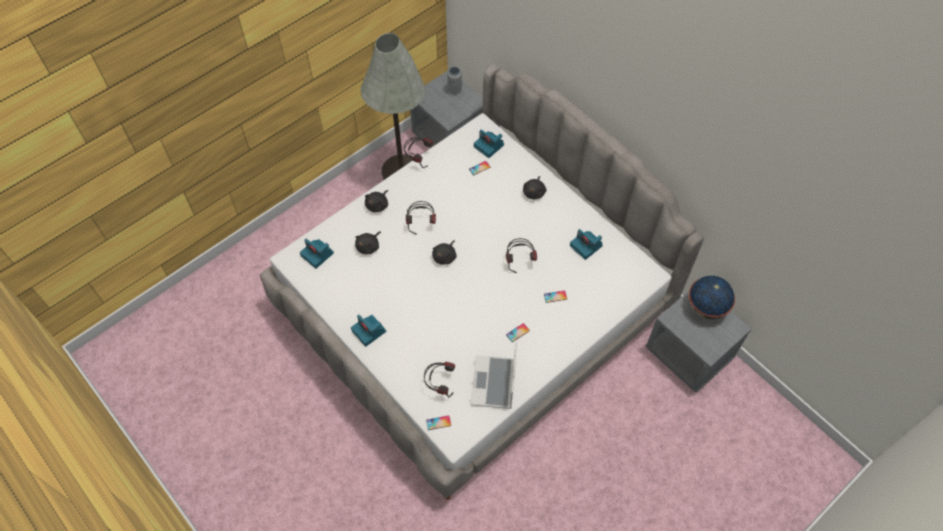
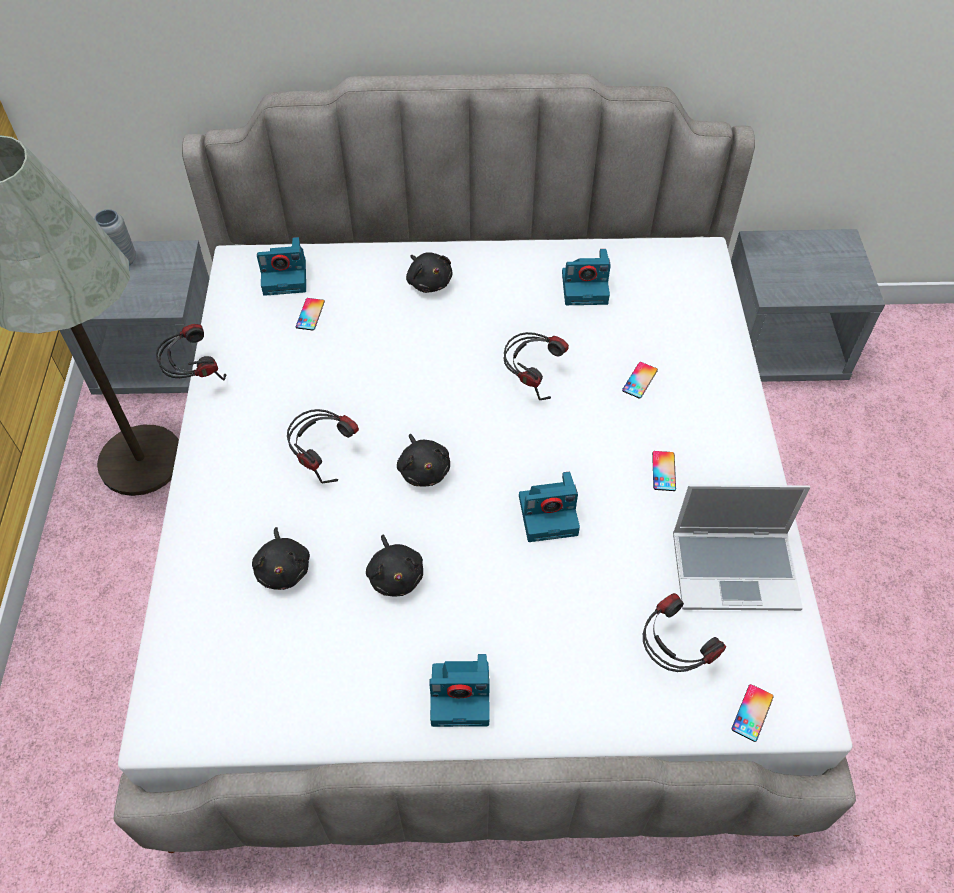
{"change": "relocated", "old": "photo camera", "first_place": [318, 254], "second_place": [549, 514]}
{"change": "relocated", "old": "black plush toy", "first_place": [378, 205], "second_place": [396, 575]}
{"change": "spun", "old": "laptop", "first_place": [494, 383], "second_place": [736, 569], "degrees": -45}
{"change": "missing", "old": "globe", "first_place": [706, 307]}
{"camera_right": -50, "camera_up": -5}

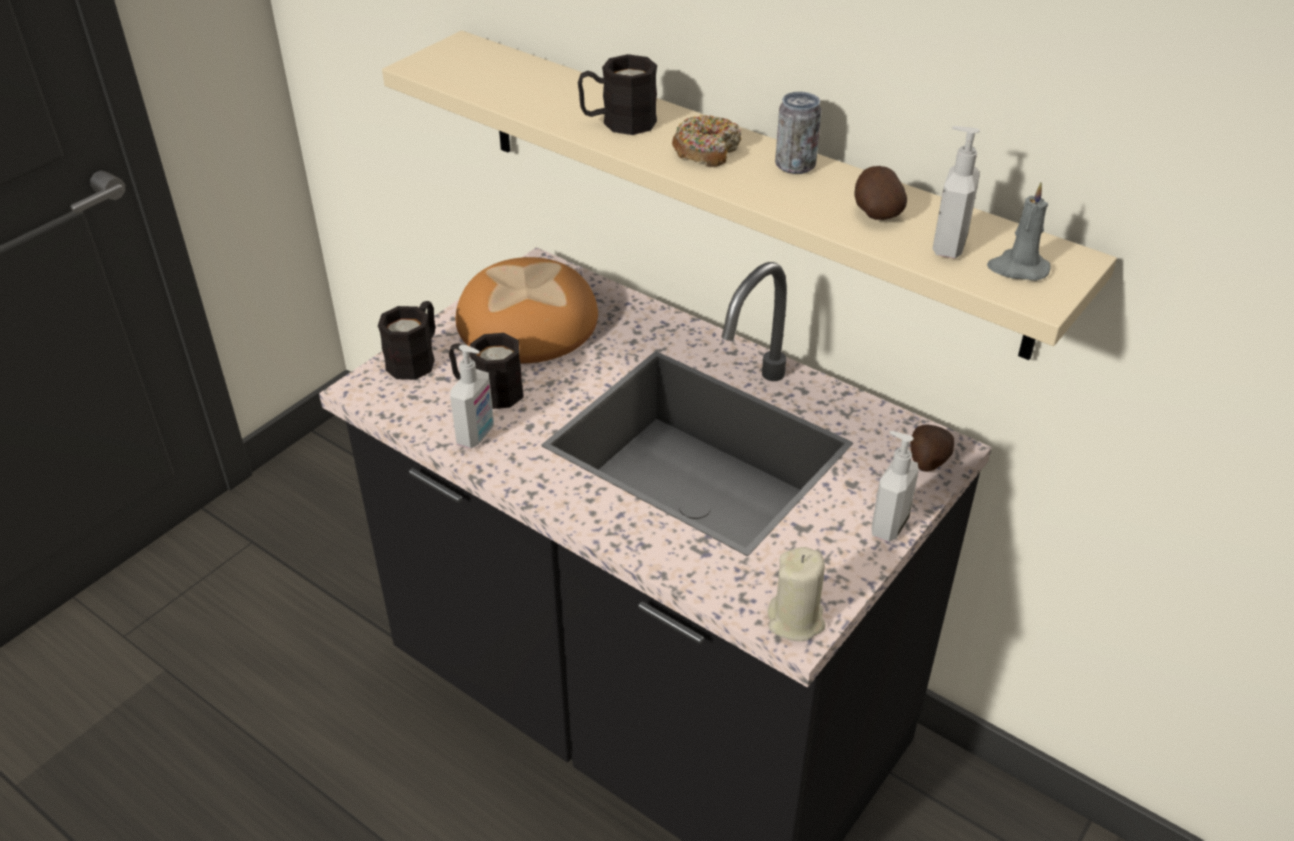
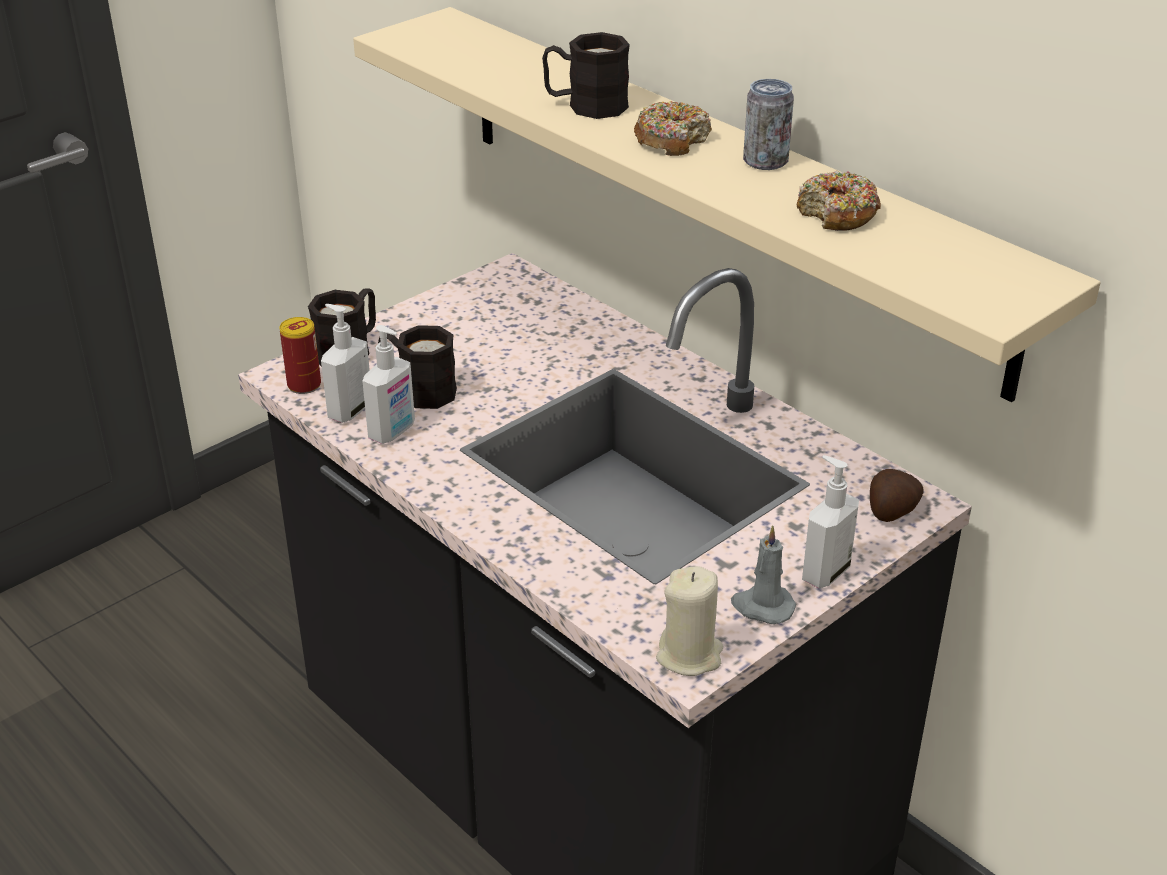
{"change": "missing", "old": "bread", "first_place": [526, 321]}
{"change": "exchanged", "old": "potato", "new": "donut", "first_place": [875, 212], "second_place": [837, 214]}
{"change": "relocated", "old": "soap dispenser", "first_place": [947, 246], "second_place": [349, 410]}
{"change": "relocated", "old": "grey candle", "first_place": [1017, 268], "second_place": [762, 606]}
{"change": "appeared", "new": "can", "second_place": [304, 385]}
{"camera_right": 10, "camera_up": -5}

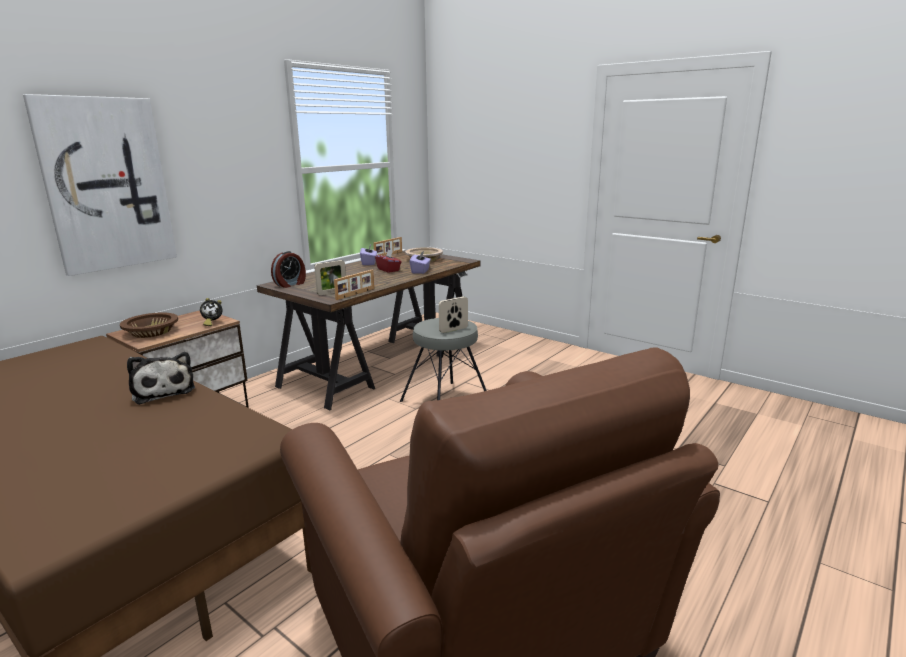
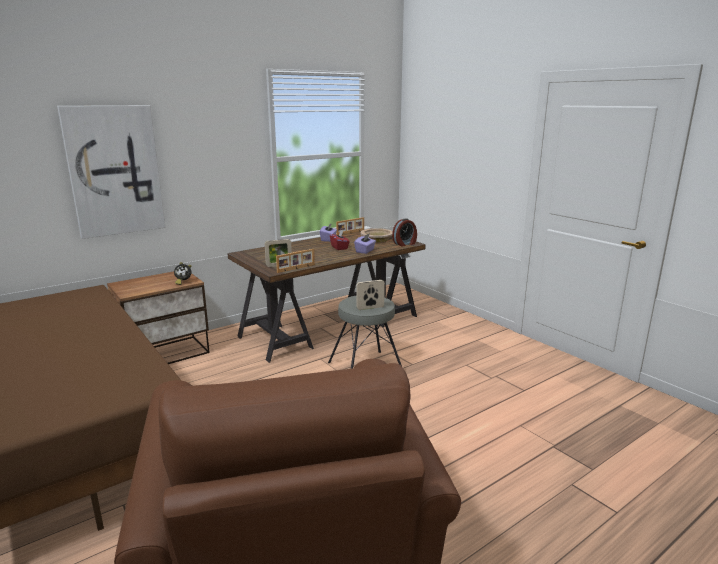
{"change": "missing", "old": "brown bowl", "first_place": [151, 331]}
{"change": "missing", "old": "plush toy", "first_place": [163, 390]}
{"change": "relocated", "old": "alarm clock", "first_place": [290, 284], "second_place": [405, 244]}
{"camera_right": 15, "camera_up": 0}

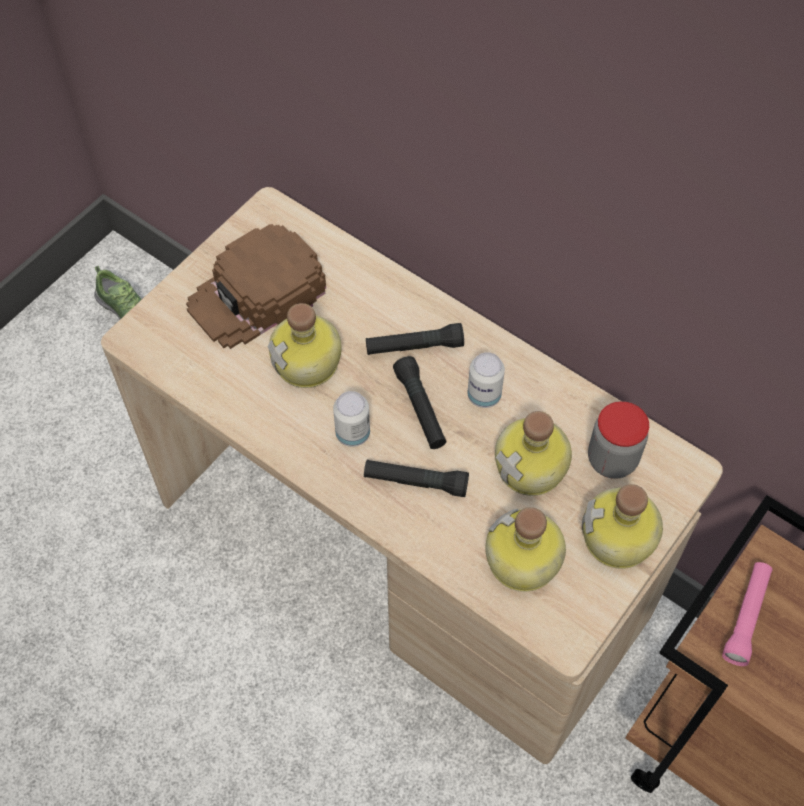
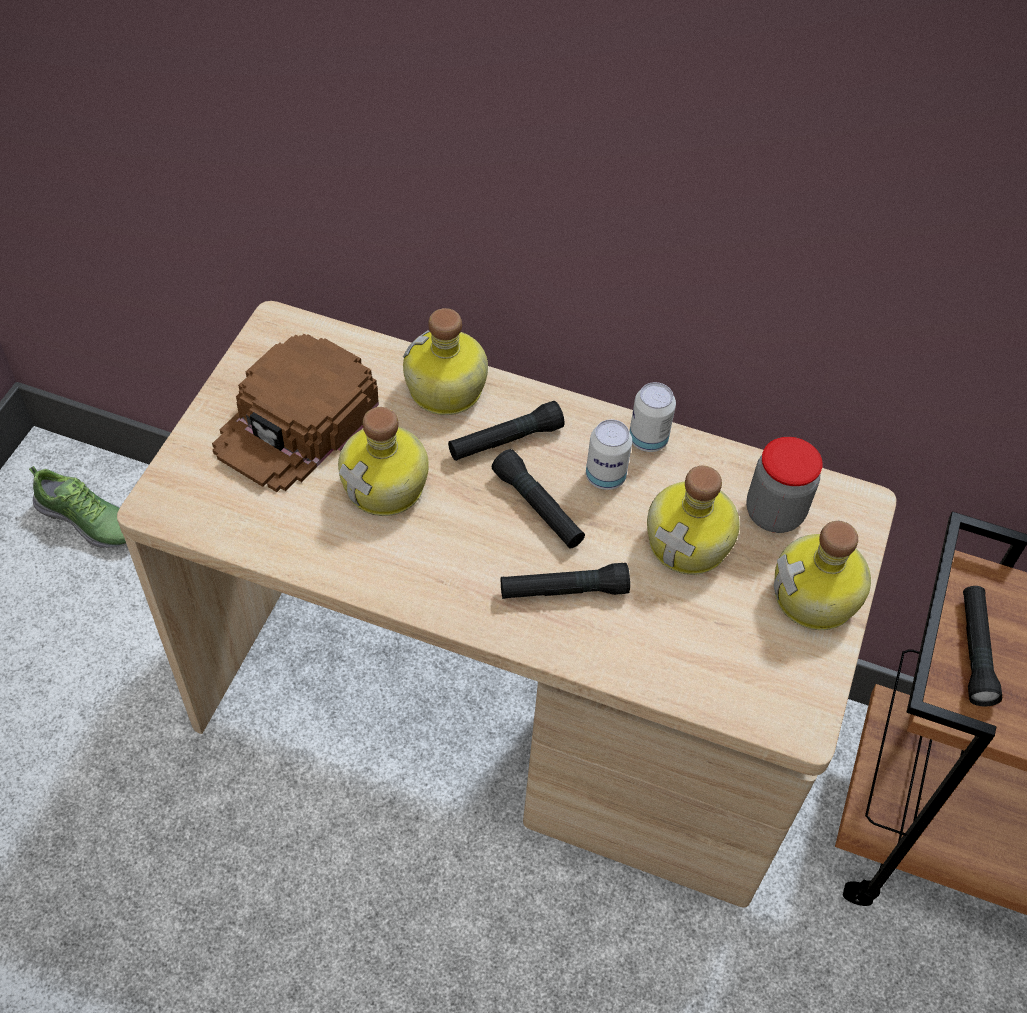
{"change": "relocated", "old": "can", "first_place": [353, 434], "second_place": [648, 440]}
{"change": "relocated", "old": "bottle", "first_place": [522, 563], "second_place": [446, 391]}
{"change": "colour", "old": "pink flashlight", "new": "black flashlight", "first_place": [746, 617], "second_place": [974, 651]}
{"camera_right": -20, "camera_up": -5}

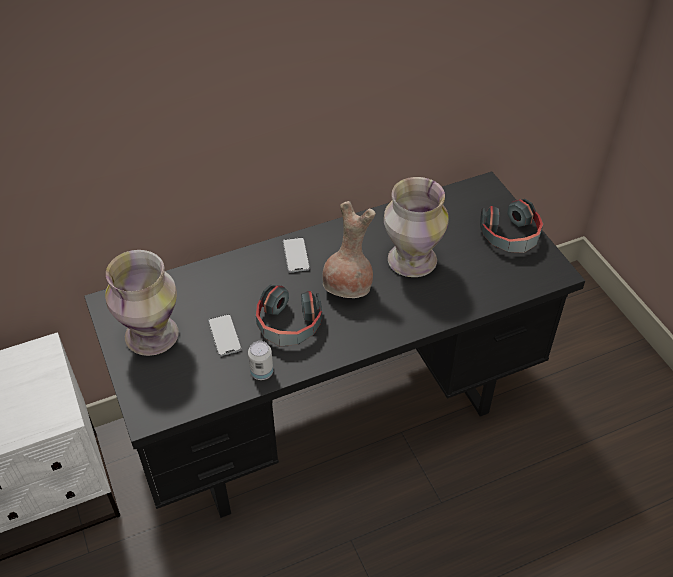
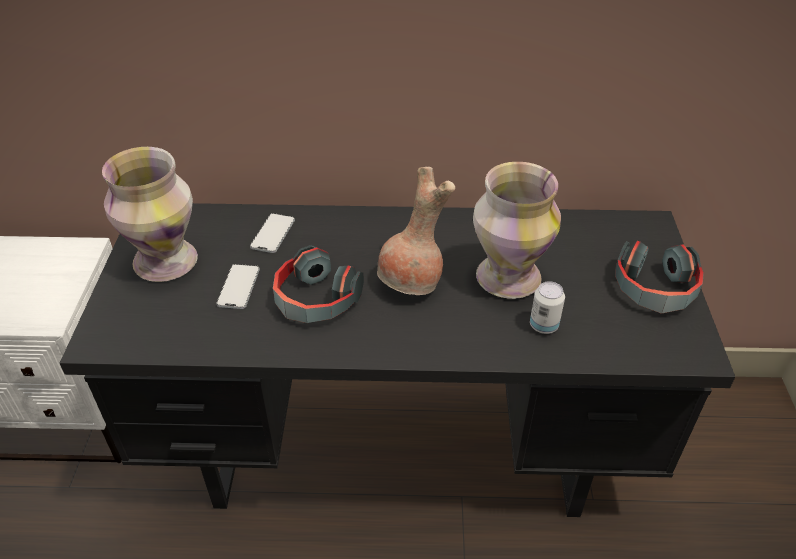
{"change": "relocated", "old": "can", "first_place": [262, 372], "second_place": [543, 326]}
{"change": "relocated", "old": "phone", "first_place": [296, 255], "second_place": [273, 234]}
{"camera_right": 25, "camera_up": -5}

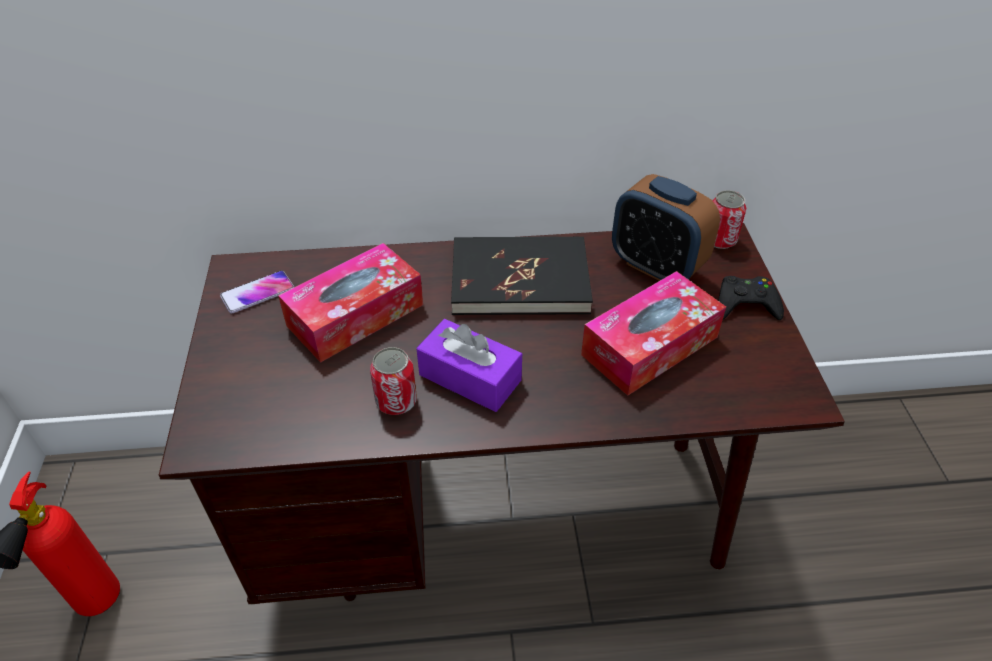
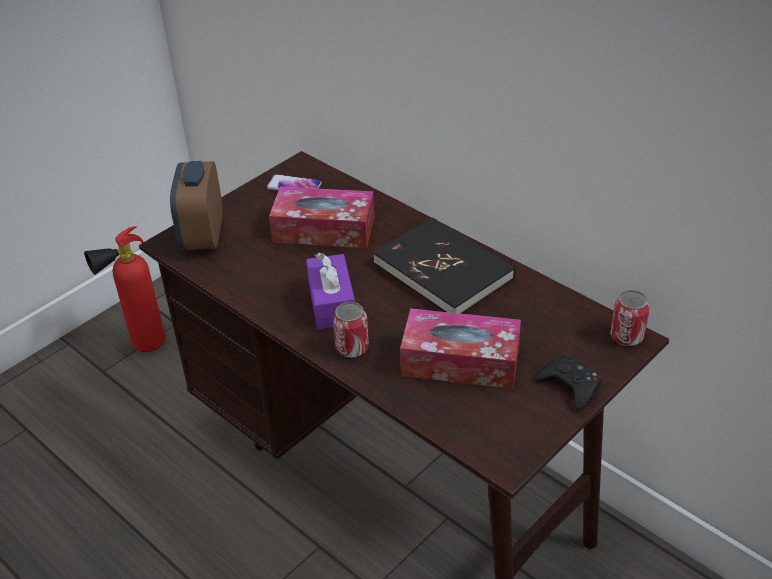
{"change": "relocated", "old": "can", "first_place": [396, 401], "second_place": [352, 348]}
{"change": "relocated", "old": "alarm clock", "first_place": [656, 266], "second_place": [203, 236]}
{"camera_right": 50, "camera_up": -5}

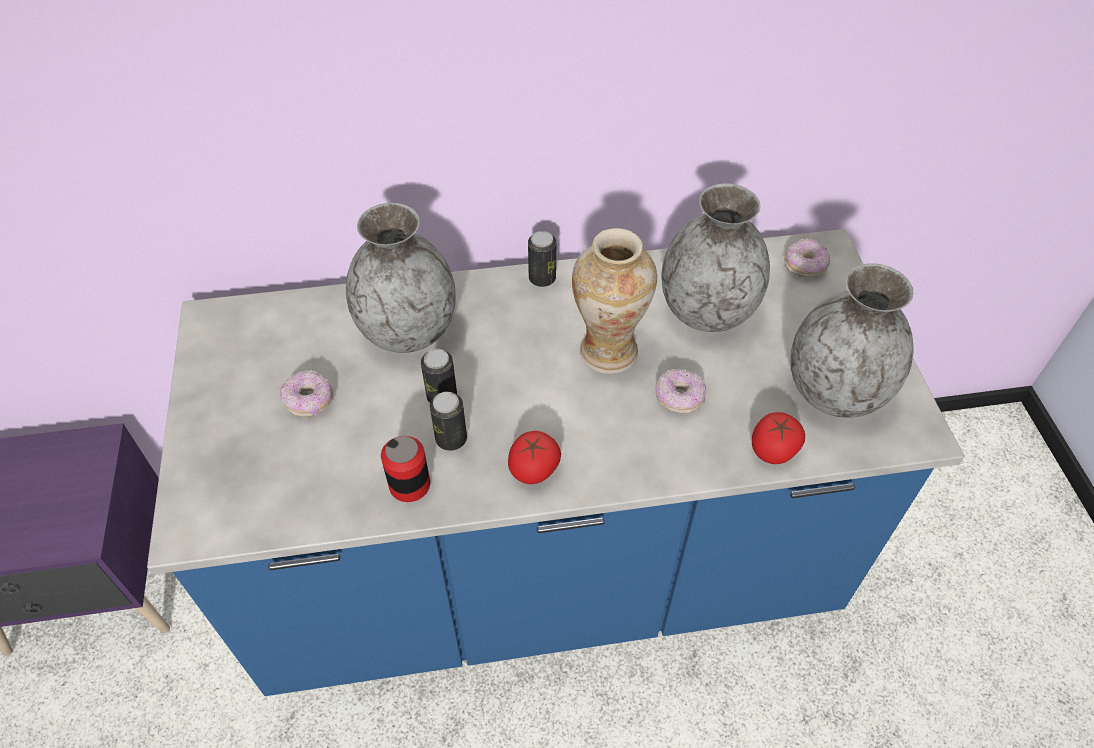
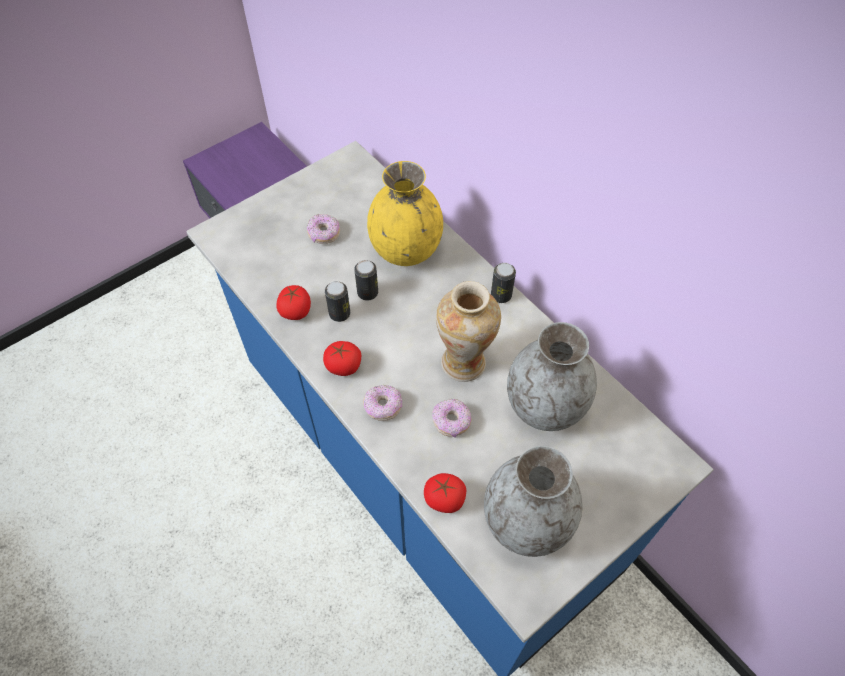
{"change": "colour", "old": "grey vase", "new": "yellow vase", "first_place": [408, 330], "second_place": [406, 250]}
{"change": "exchanged", "old": "can", "new": "tomato", "first_place": [409, 485], "second_place": [295, 311]}
{"change": "relocated", "old": "donut", "first_place": [805, 266], "second_place": [383, 407]}
{"camera_right": 60, "camera_up": 5}

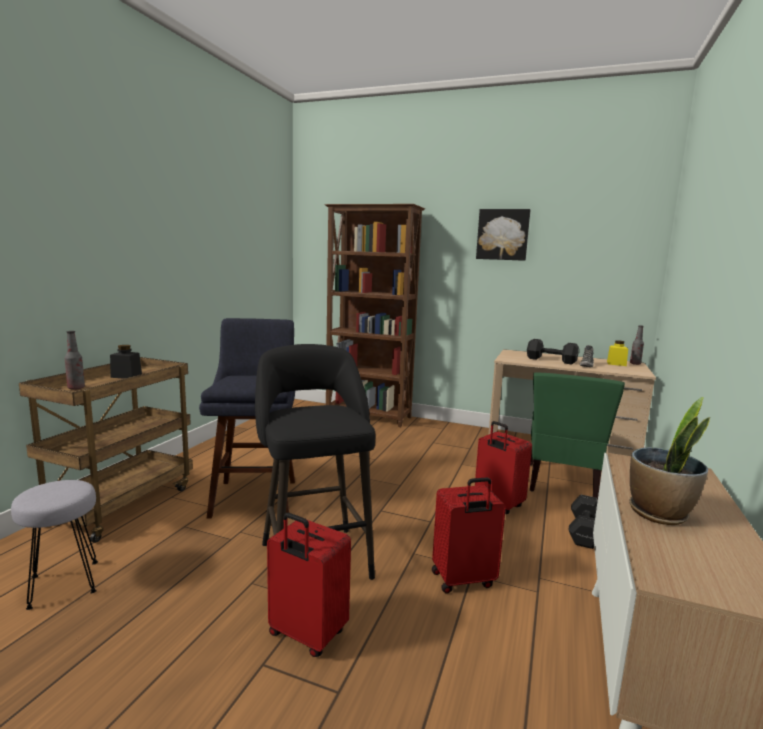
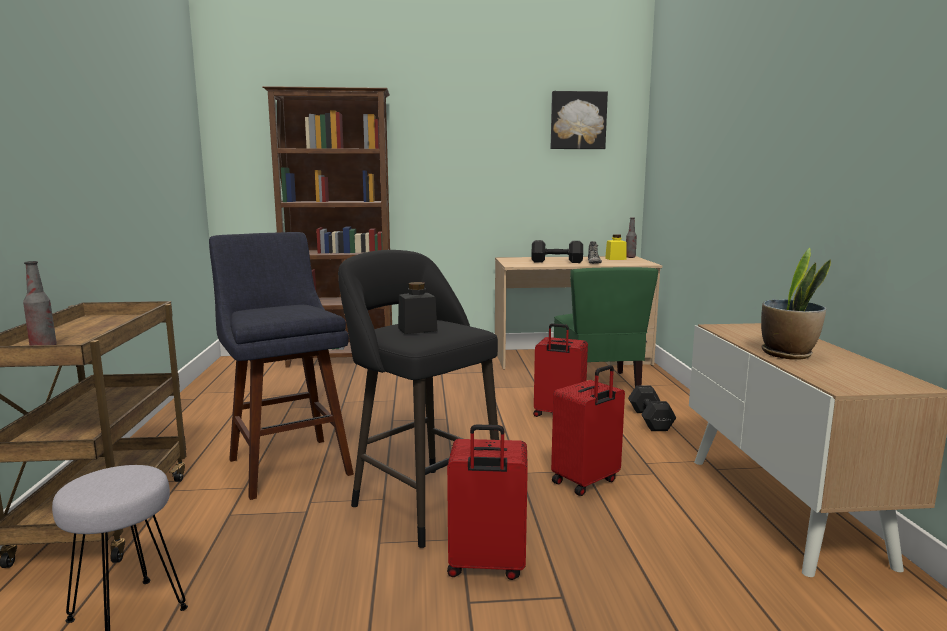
{"change": "relocated", "old": "black jar", "first_place": [126, 376], "second_place": [417, 329]}
{"change": "relocated", "old": "picture", "first_place": [502, 234], "second_place": [578, 120]}
{"camera_right": -25, "camera_up": 0}

